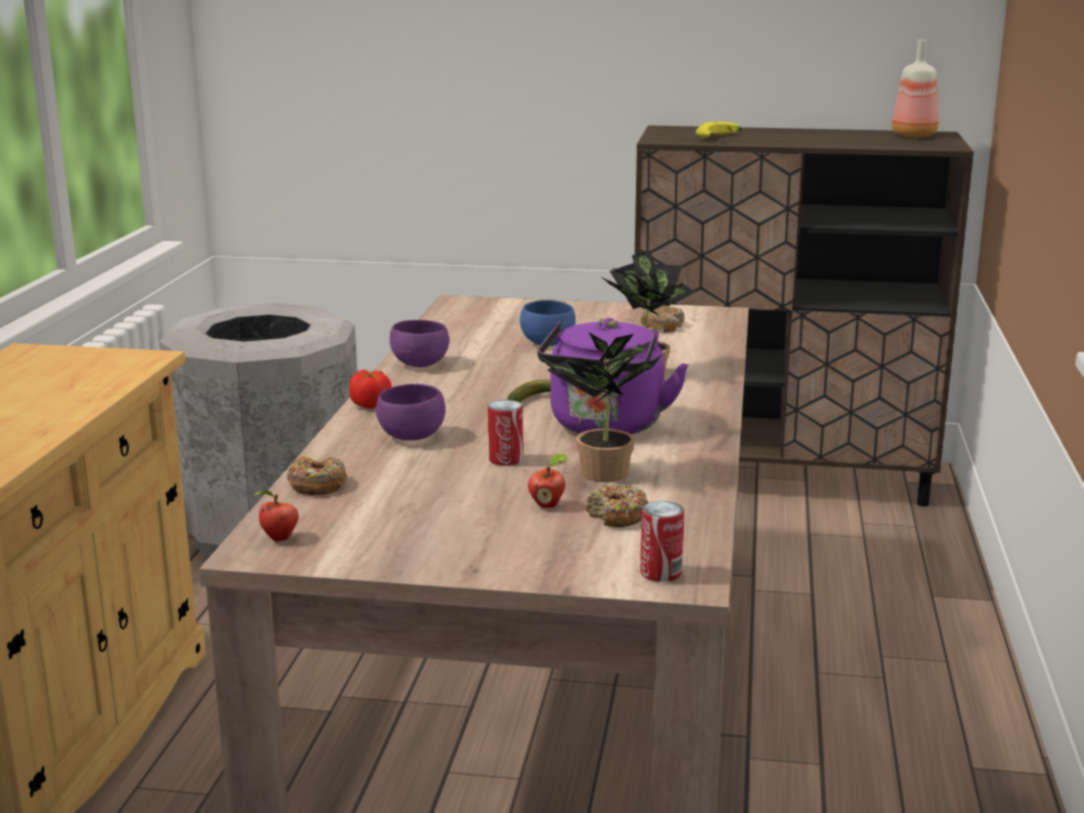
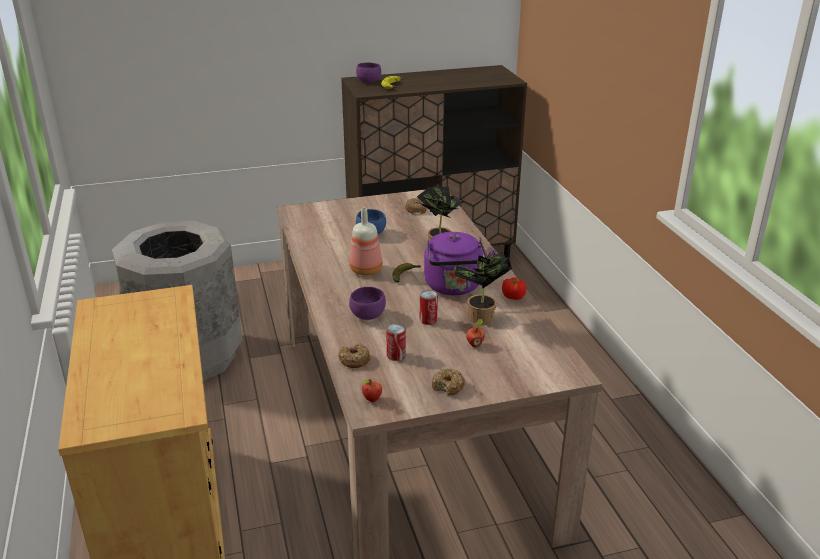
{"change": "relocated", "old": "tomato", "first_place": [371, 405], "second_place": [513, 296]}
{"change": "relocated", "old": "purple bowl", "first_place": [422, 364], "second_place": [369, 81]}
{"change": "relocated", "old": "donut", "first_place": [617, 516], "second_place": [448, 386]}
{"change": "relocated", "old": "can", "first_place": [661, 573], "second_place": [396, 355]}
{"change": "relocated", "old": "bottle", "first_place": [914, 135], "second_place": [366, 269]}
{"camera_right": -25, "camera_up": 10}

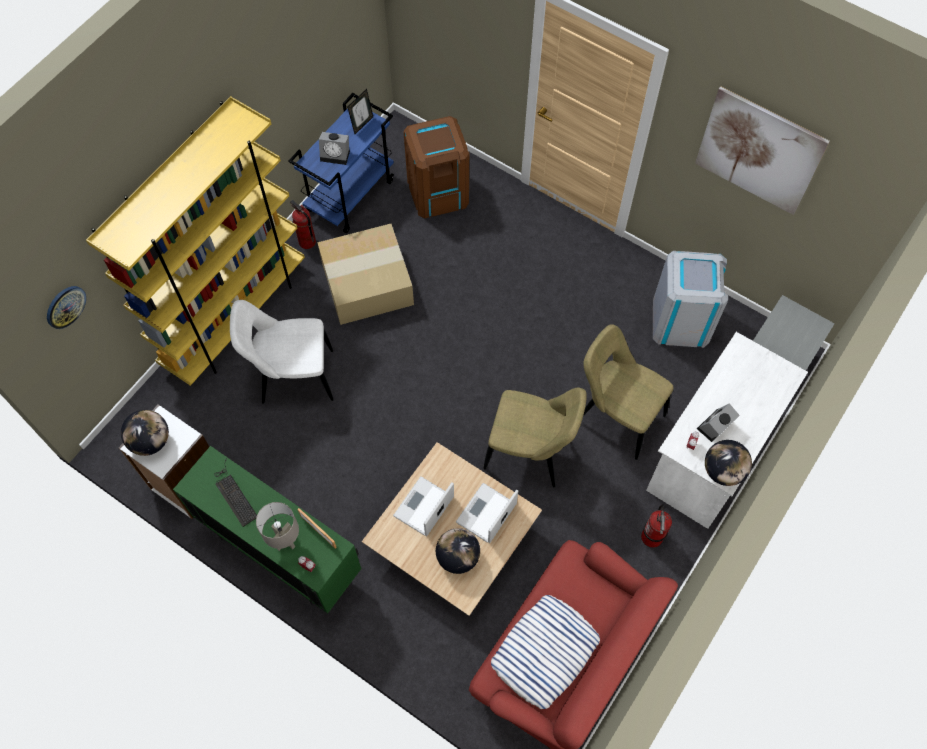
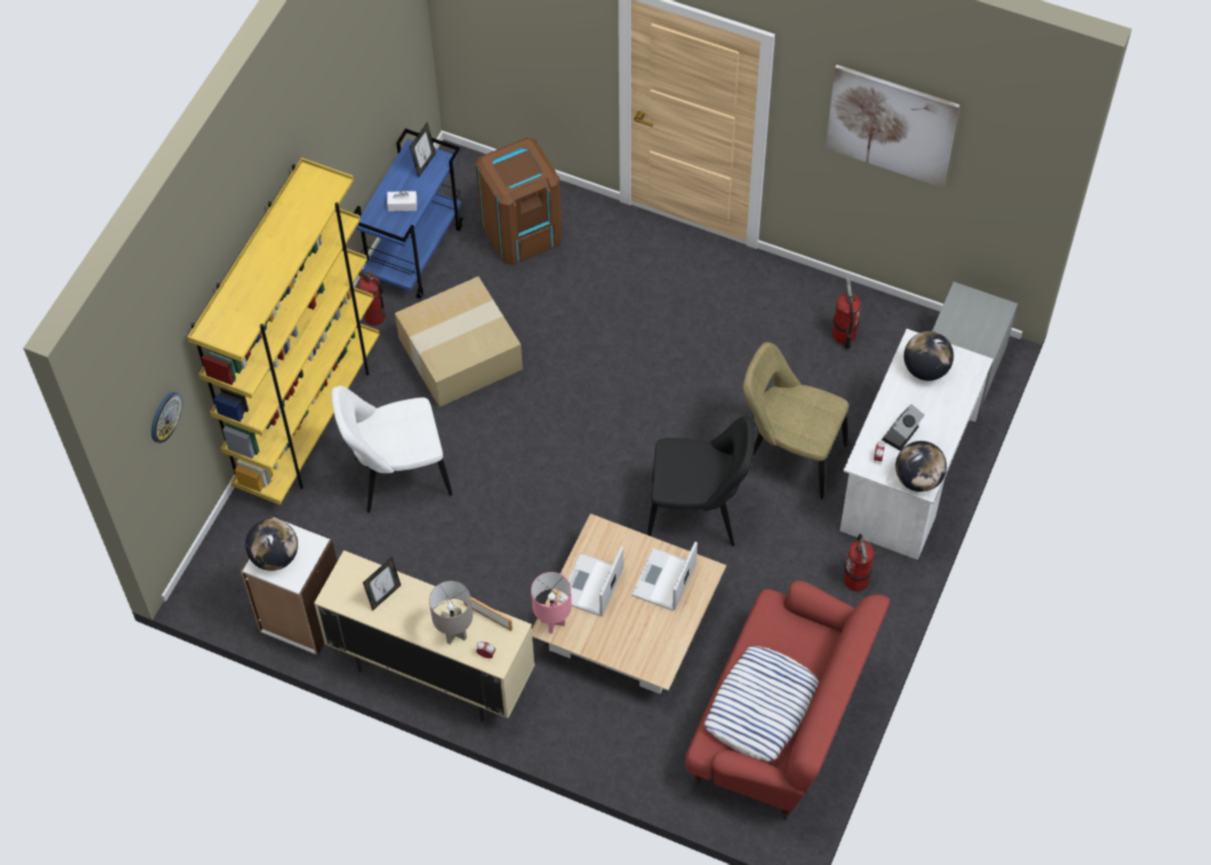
{"change": "colour", "old": "green cabinet", "new": "beige cabinet", "first_place": [281, 552], "second_place": [432, 672]}
{"change": "exchanged", "old": "keyboard", "new": "picture frame", "first_place": [234, 494], "second_place": [384, 596]}
{"change": "exchanged", "old": "alarm clock", "new": "white tissue box", "first_place": [336, 155], "second_place": [402, 205]}
{"change": "relocated", "old": "globe", "first_place": [458, 557], "second_place": [926, 369]}
{"change": "colour", "old": "beige chair", "new": "black chair", "first_place": [530, 453], "second_place": [698, 514]}
{"change": "exchanged", "old": "grey trash can", "new": "fire extinguisher", "first_place": [680, 321], "second_place": [844, 335]}
{"change": "appeared", "new": "pink table lamp", "second_place": [552, 623]}
{"camera_right": -10, "camera_up": -5}

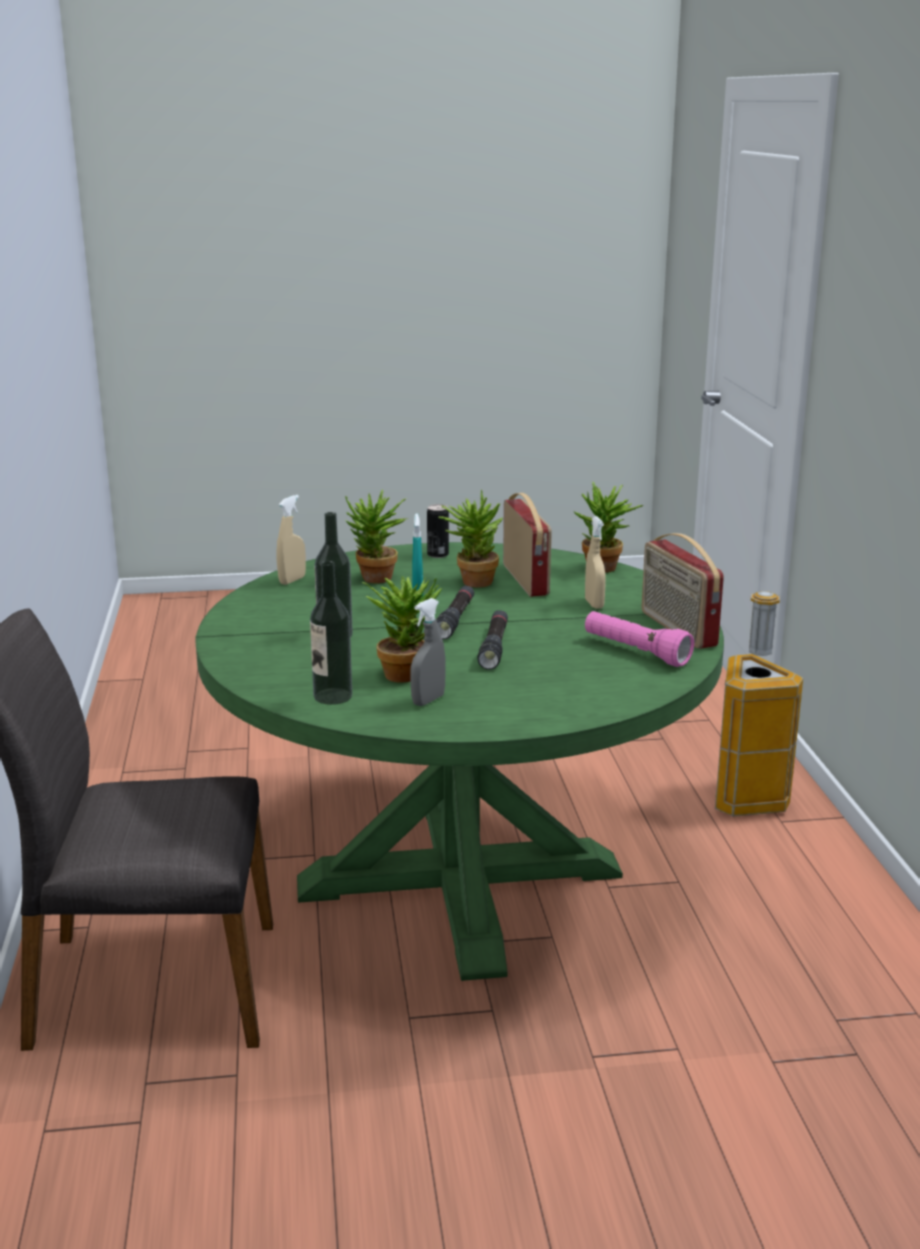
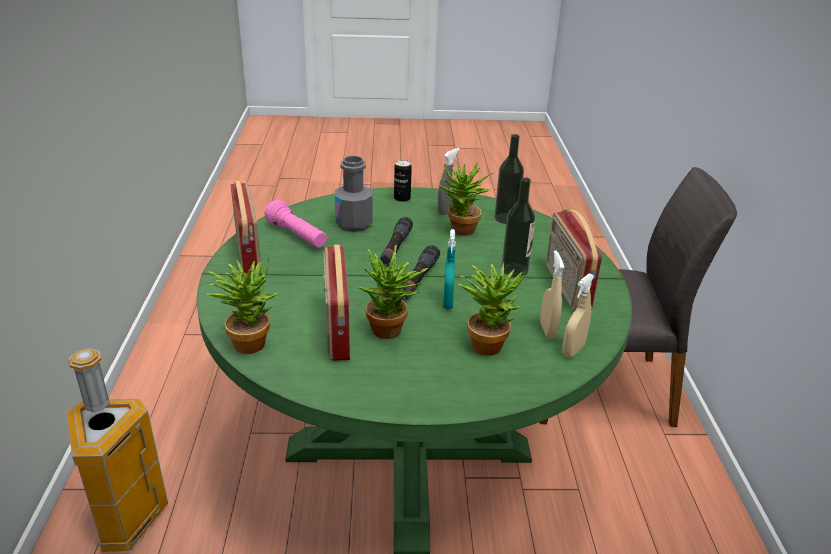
{"change": "relocated", "old": "can", "first_place": [438, 555], "second_place": [402, 198]}
{"change": "relocated", "old": "beige spray bottle", "first_place": [594, 604], "second_place": [547, 330]}
{"change": "appeared", "new": "grey bottle", "second_place": [354, 224]}
{"change": "appeared", "new": "radio", "second_place": [566, 287]}
{"camera_right": -175, "camera_up": 10}

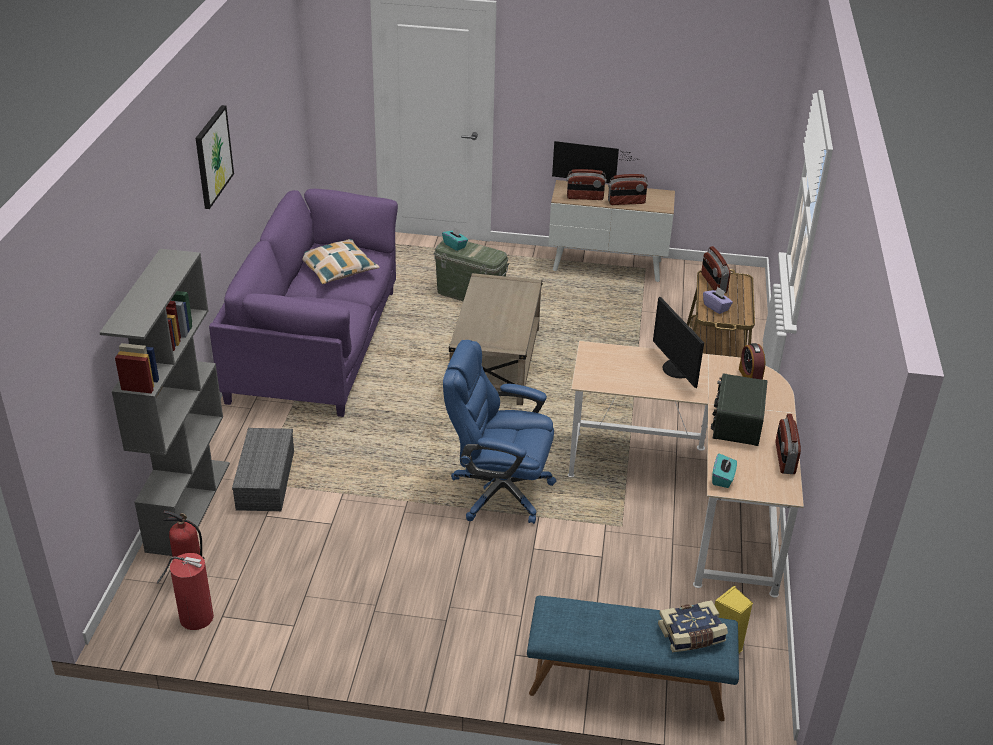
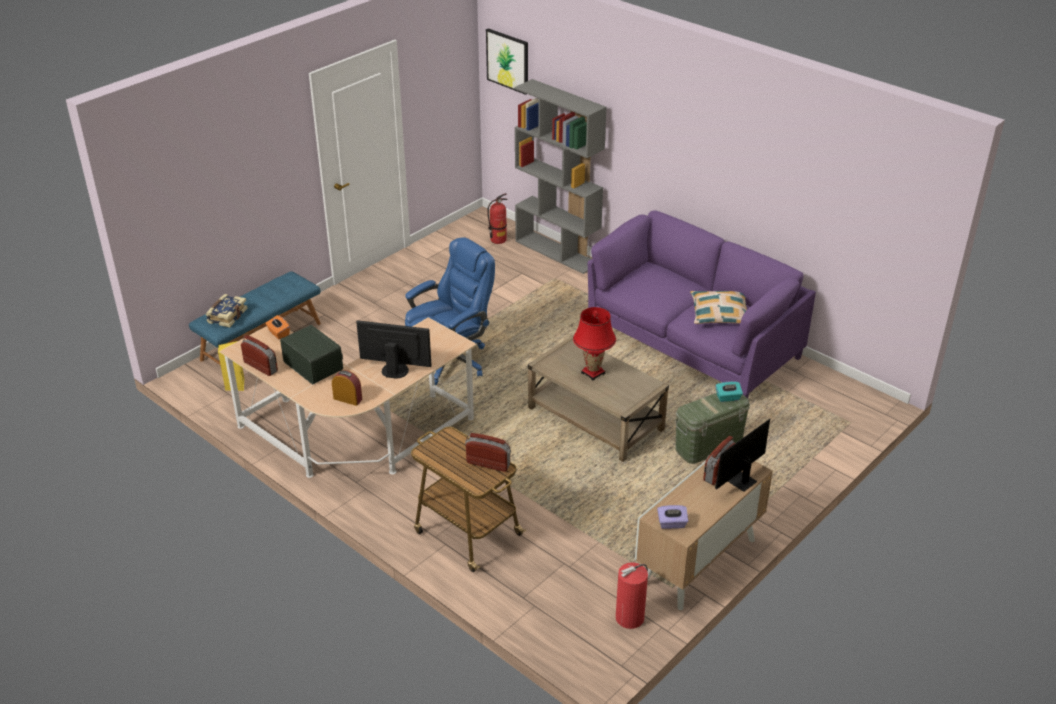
{"change": "relocated", "old": "fire extinguisher", "first_place": [195, 616], "second_place": [631, 616]}
{"change": "relocated", "old": "picture", "first_place": [213, 156], "second_place": [508, 61]}
{"change": "missing", "old": "grey storage box", "first_place": [265, 479]}
{"change": "missing", "old": "radio", "first_place": [626, 202]}
{"change": "relocated", "old": "purple tissue box", "first_place": [716, 307], "second_place": [672, 524]}
{"change": "colour", "old": "turquoise tissue box", "new": "orange tissue box", "first_place": [723, 478], "second_place": [278, 333]}
{"change": "appeared", "new": "red table lamp", "second_place": [592, 373]}
{"camera_right": 125, "camera_up": 0}

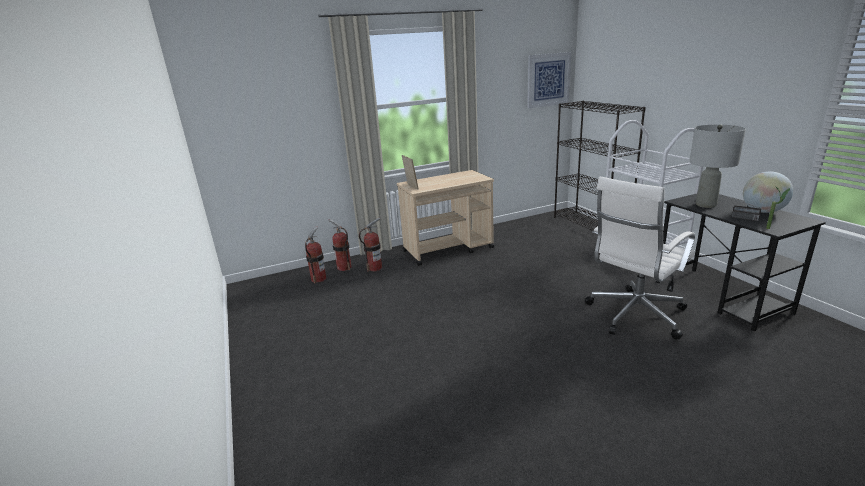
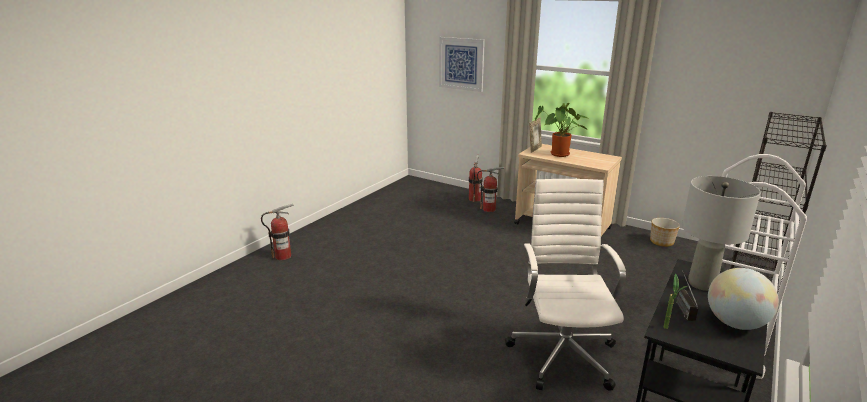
{"change": "relocated", "old": "fire extinguisher", "first_place": [318, 279], "second_place": [283, 256]}
{"change": "relocated", "old": "picture", "first_place": [548, 80], "second_place": [461, 64]}
{"change": "spun", "old": "white office chair", "first_place": [634, 315], "second_place": [562, 353], "degrees": 75}
{"change": "appeared", "new": "potted plant", "second_place": [559, 155]}
{"change": "appeared", "new": "planter", "second_place": [662, 242]}
{"camera_right": 55, "camera_up": 0}

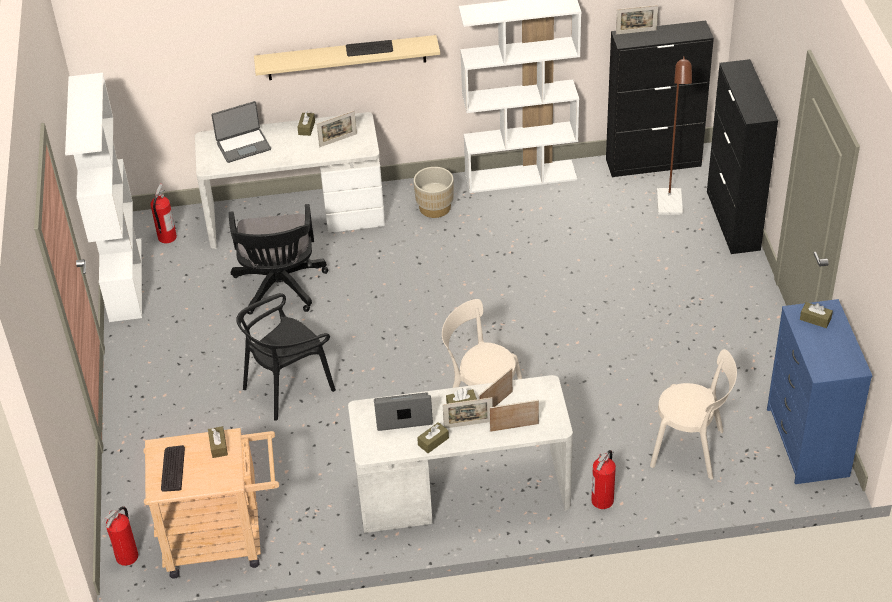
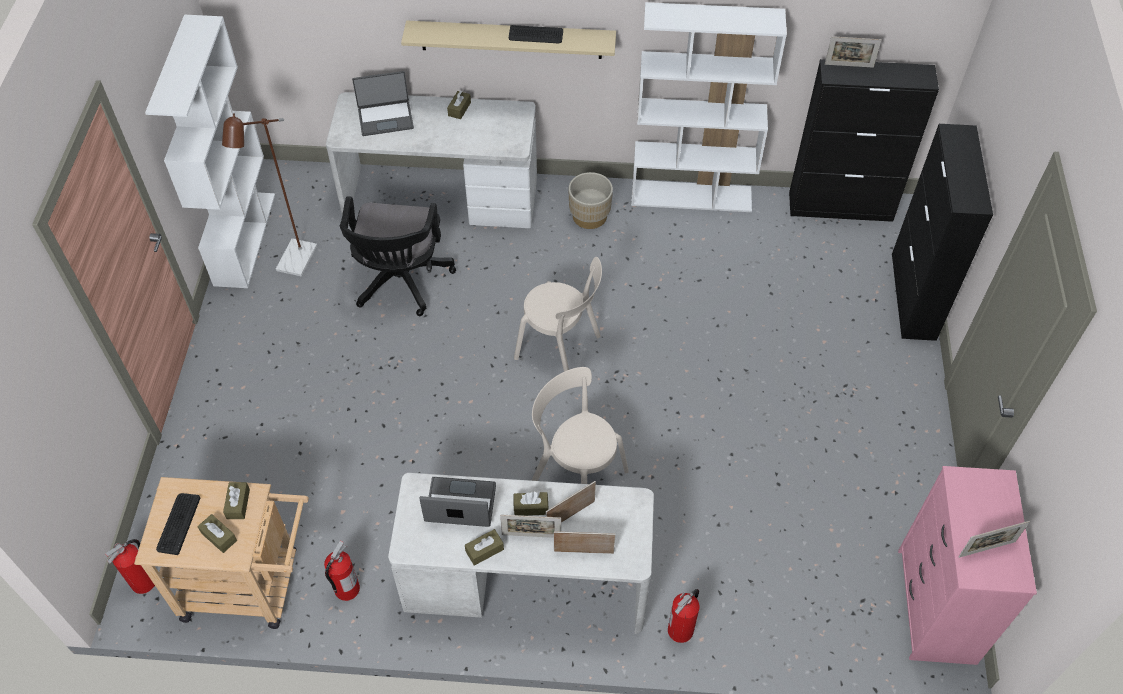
{"change": "relocated", "old": "fire extinguisher", "first_place": [166, 237], "second_place": [346, 589]}
{"change": "missing", "old": "black chair", "first_place": [288, 387]}
{"change": "relocated", "old": "picture frame", "first_place": [338, 140], "second_place": [987, 549]}
{"change": "relocated", "old": "beige chair", "first_place": [691, 449], "second_place": [561, 349]}
{"change": "relocated", "old": "brown floor lamp", "first_place": [670, 207], "second_place": [293, 265]}
{"change": "colour", "old": "blue dresser", "new": "pink dresser", "first_place": [806, 442], "second_place": [935, 605]}
{"change": "relocated", "old": "brown tissue box", "first_place": [815, 319], "second_place": [219, 536]}
{"camera_right": 10, "camera_up": 10}

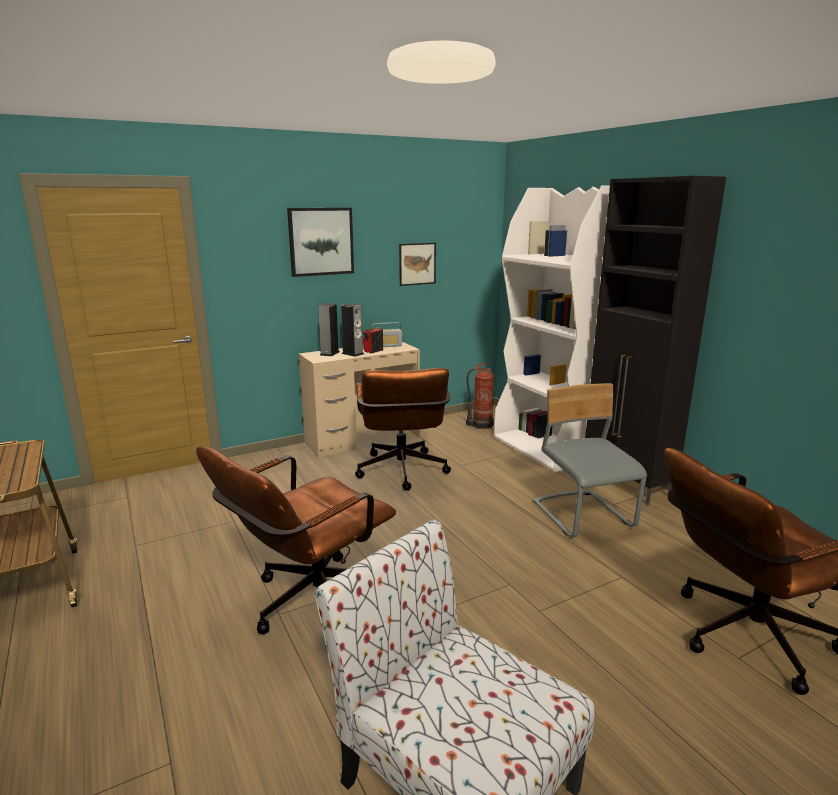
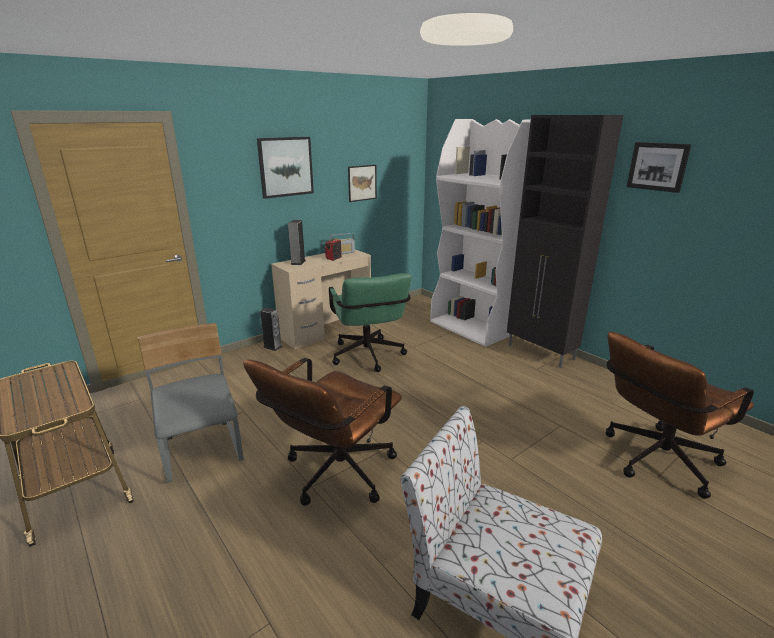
{"change": "relocated", "old": "speaker", "first_place": [352, 353], "second_place": [272, 347]}
{"change": "colour", "old": "brown office chair", "new": "green office chair", "first_place": [402, 473], "second_place": [369, 358]}
{"change": "missing", "old": "fire extinguisher", "first_place": [481, 425]}
{"change": "relocated", "old": "grey chair", "first_place": [583, 515], "second_place": [203, 451]}
{"change": "appeared", "new": "picture", "second_place": [657, 166]}
{"camera_right": -10, "camera_up": 5}

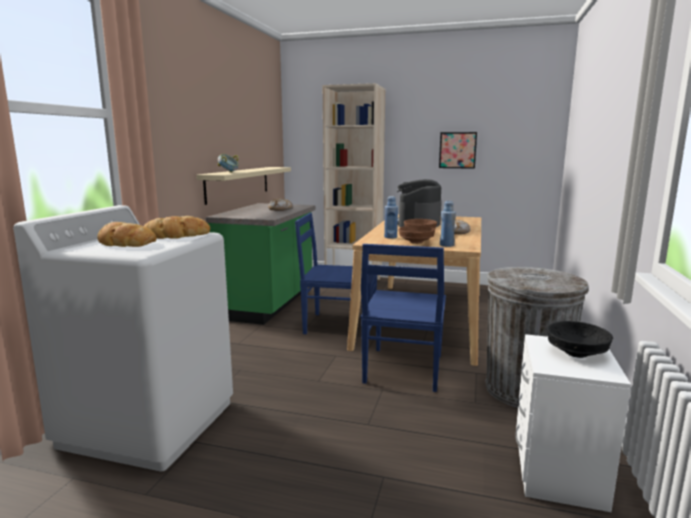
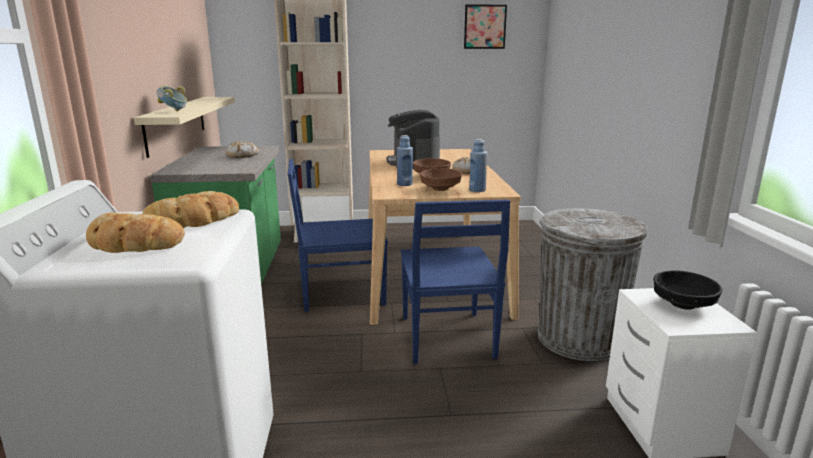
{"change": "relocated", "old": "picture", "first_place": [457, 150], "second_place": [485, 26]}
{"camera_right": -20, "camera_up": 5}

